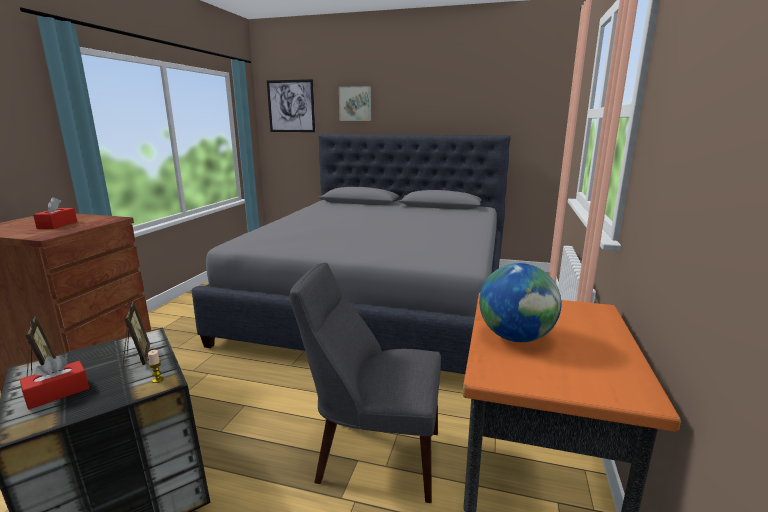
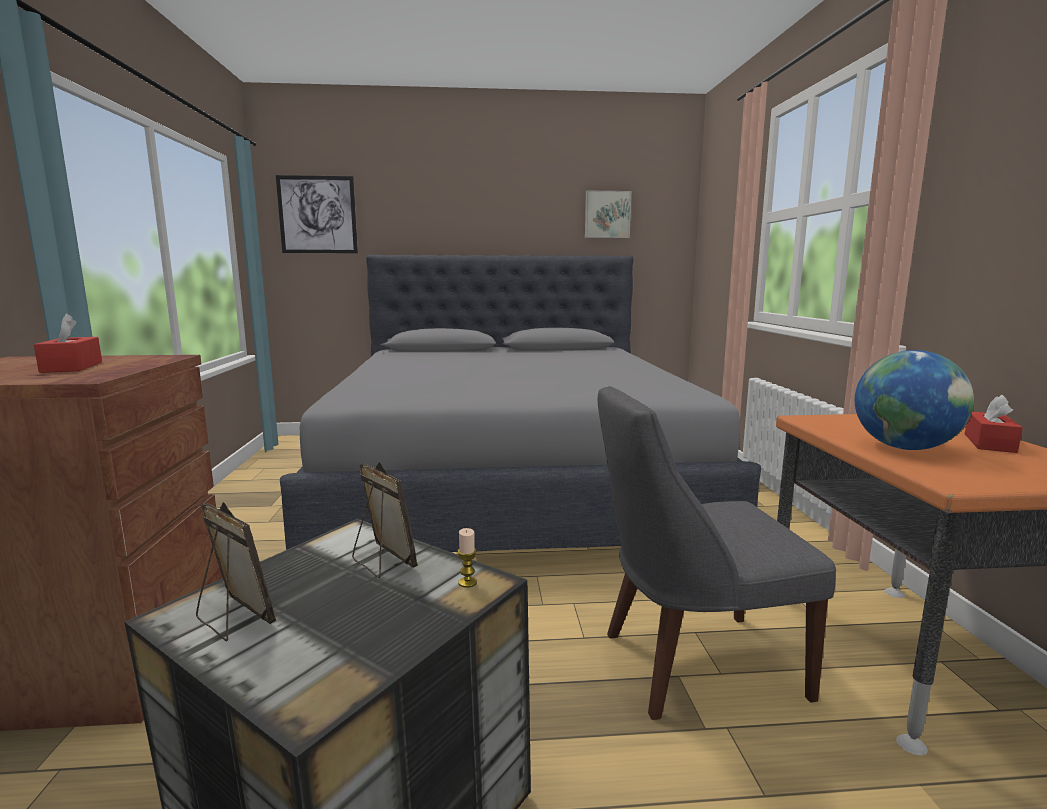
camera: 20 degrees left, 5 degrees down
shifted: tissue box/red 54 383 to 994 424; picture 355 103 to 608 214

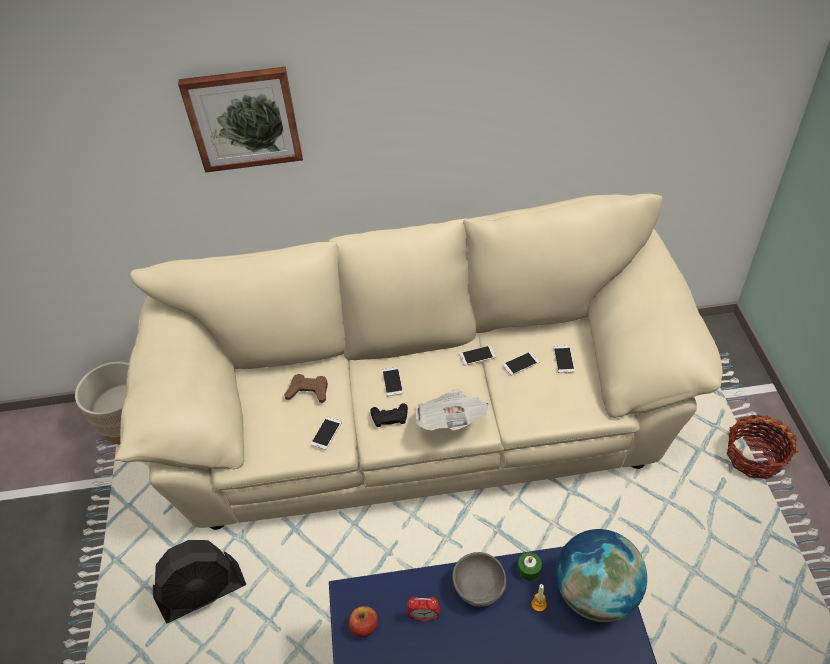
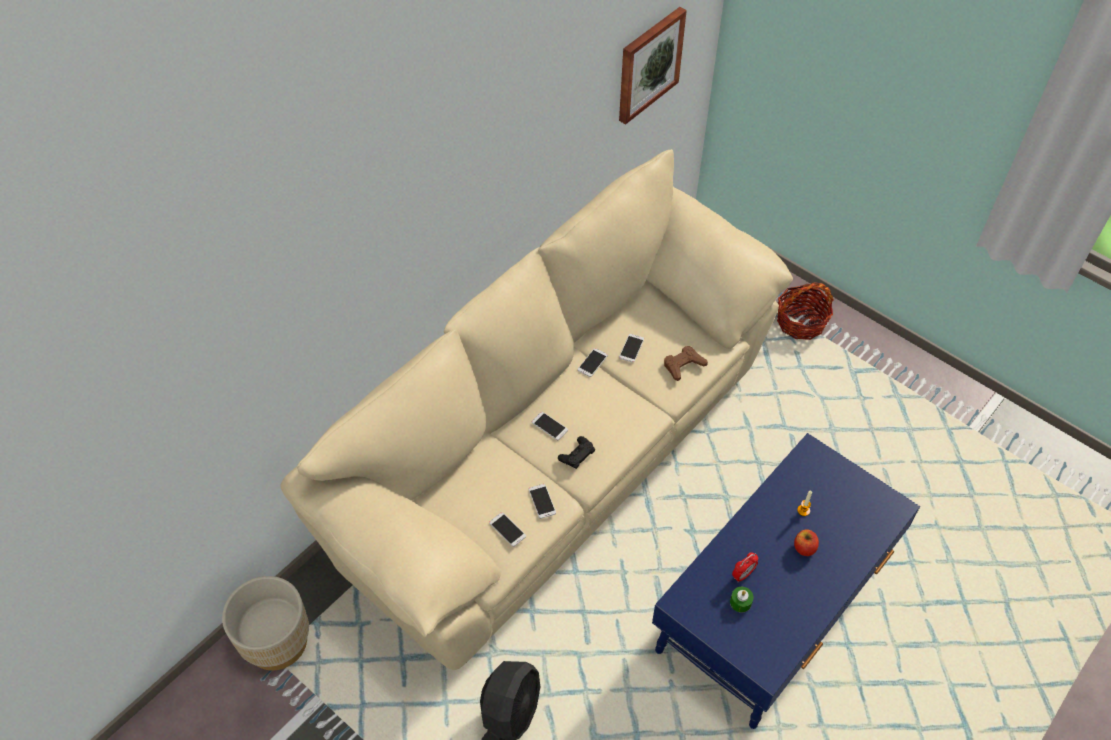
camera: 45 degrees left, 5 degrees up
gone: newspaper 452 409; bowl/grey 479 579; globe 601 575
shifted: picture 240 120 to 653 65; game controller/brown 306 388 to 686 363; apple 363 621 to 806 542; candle/green 530 566 to 742 600; phone 564 359 to 507 529

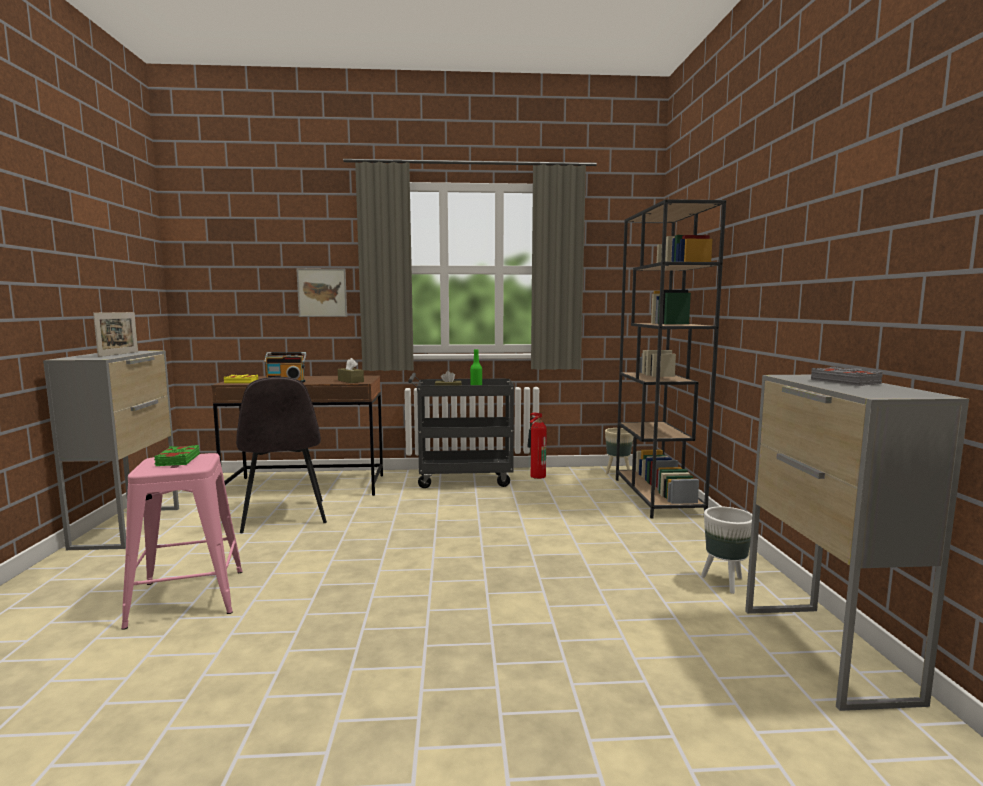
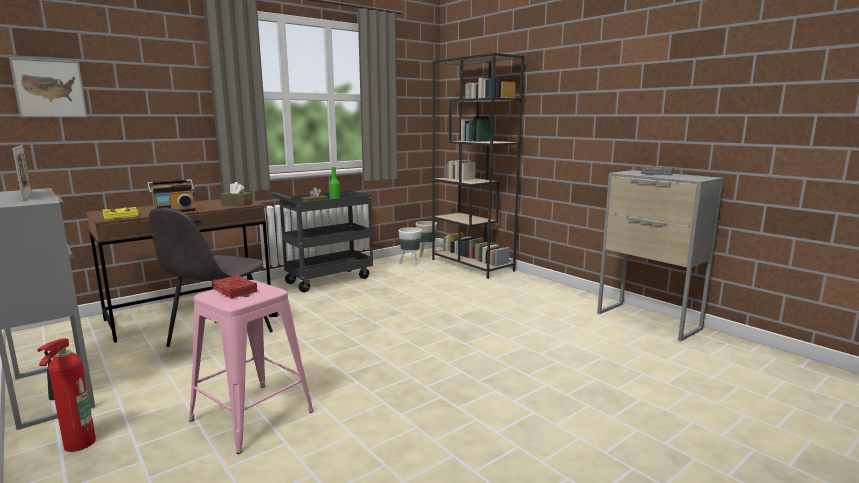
camera: 35 degrees left, 5 degrees up
shifted: picture 321 293 to 48 87; fire extinguisher 537 446 to 66 395; planter/white 726 550 to 410 247
repainted: book/green 177 455 to book/red 235 286
rotated: chair/grey 281 455 = 211 277 75 degrees clockwise

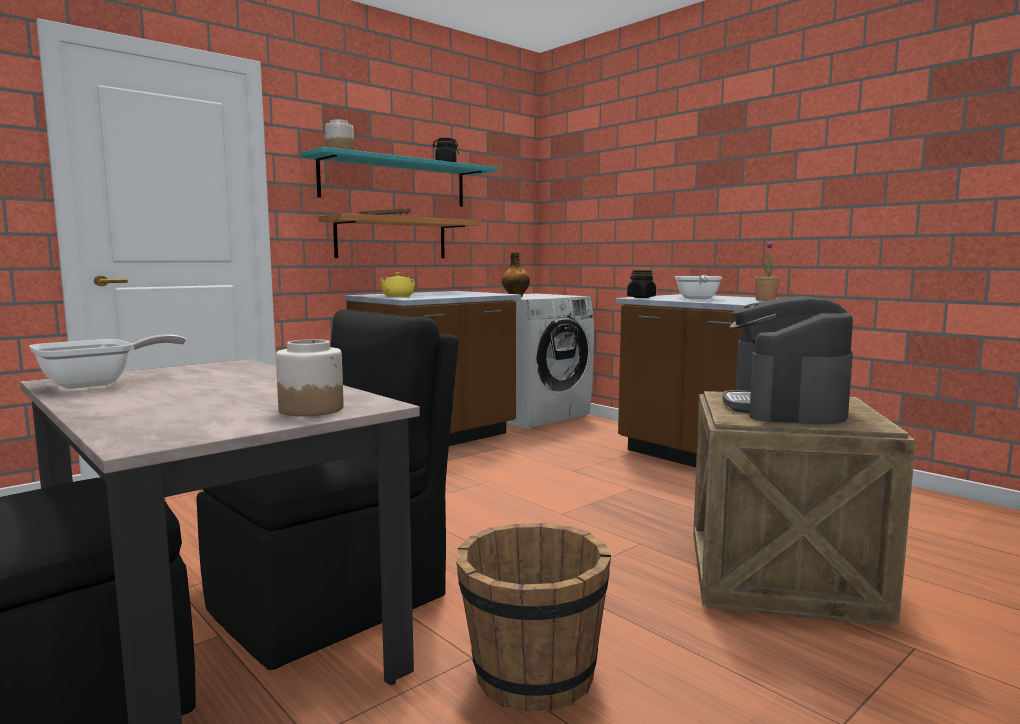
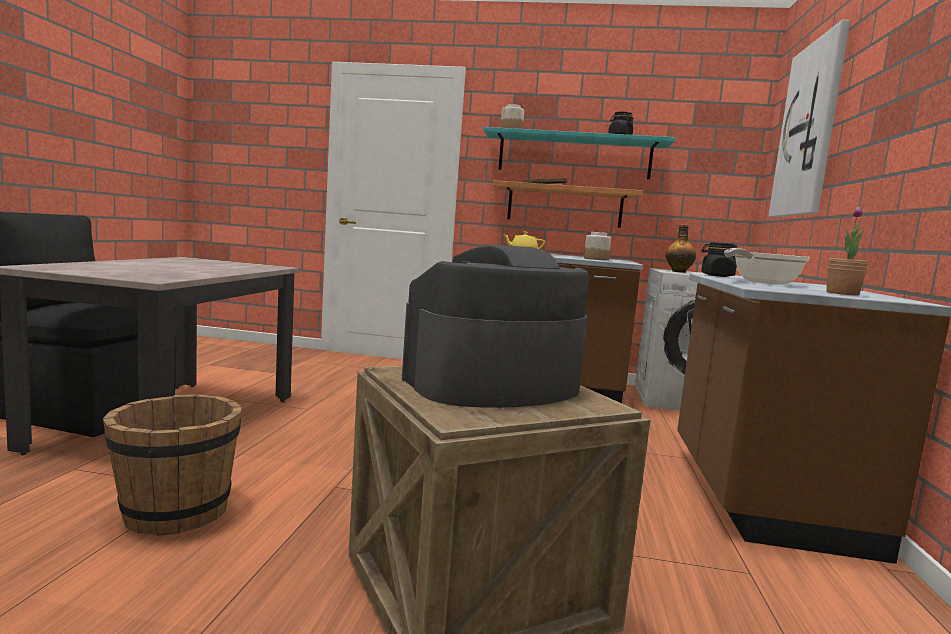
camera: 50 degrees right, 0 degrees up
gone: frying pan 107 361; chair/black 327 489
new: picture 809 118
shifted: jar 310 377 to 597 246

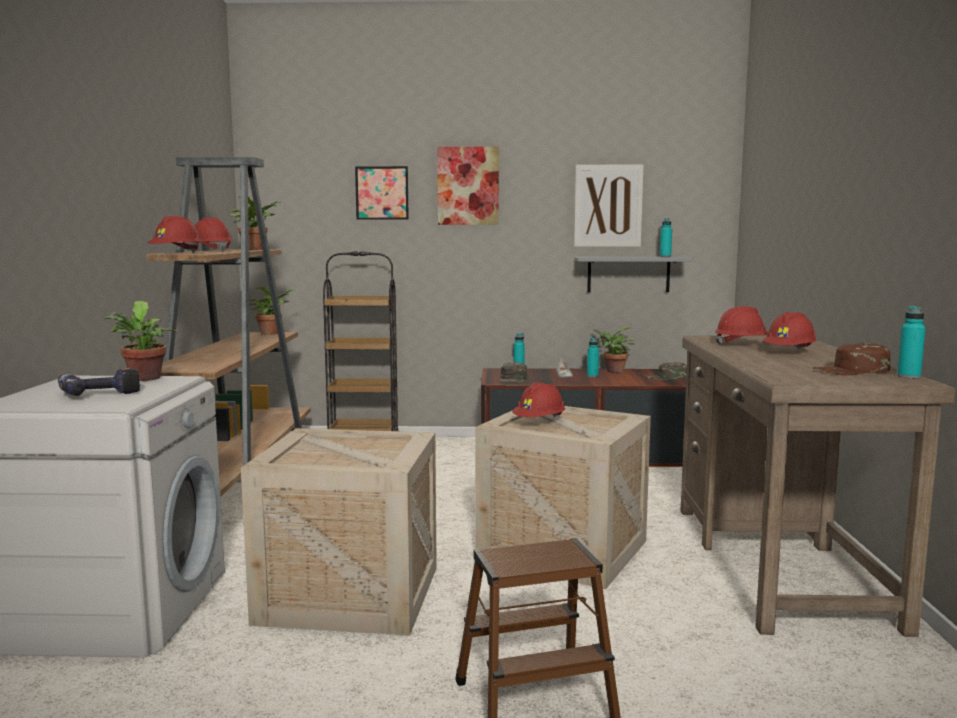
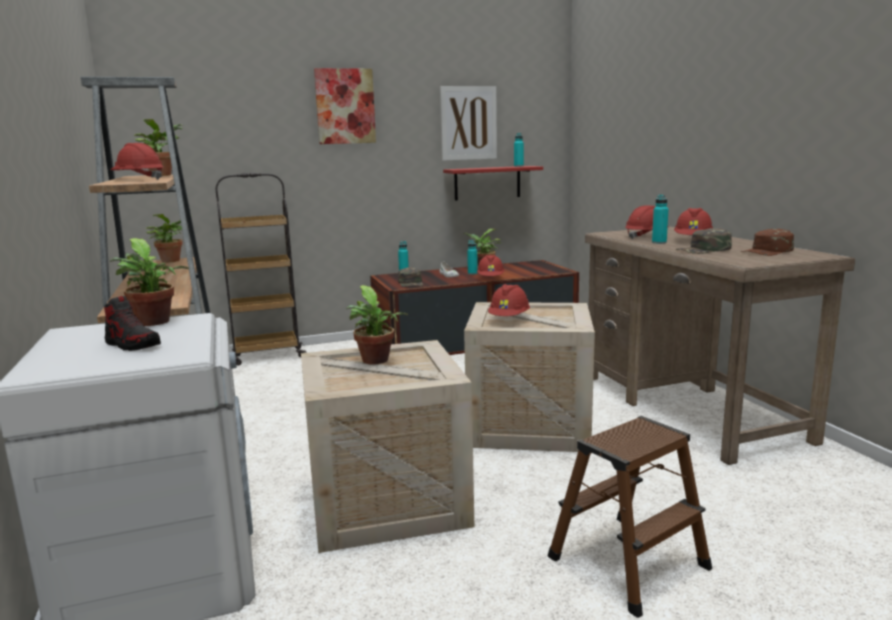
camera: 20 degrees left, 5 degrees up
gone: picture 382 193
new: potted plant 377 325
shifted: hard hat/red 174 234 to 490 265; cap/green 666 371 to 703 241; bottle/turquoise 911 342 to 660 219
swapped: power drill 99 382 to shoe 132 323
repainted: shelf/grey 633 274 to shelf/red 493 183

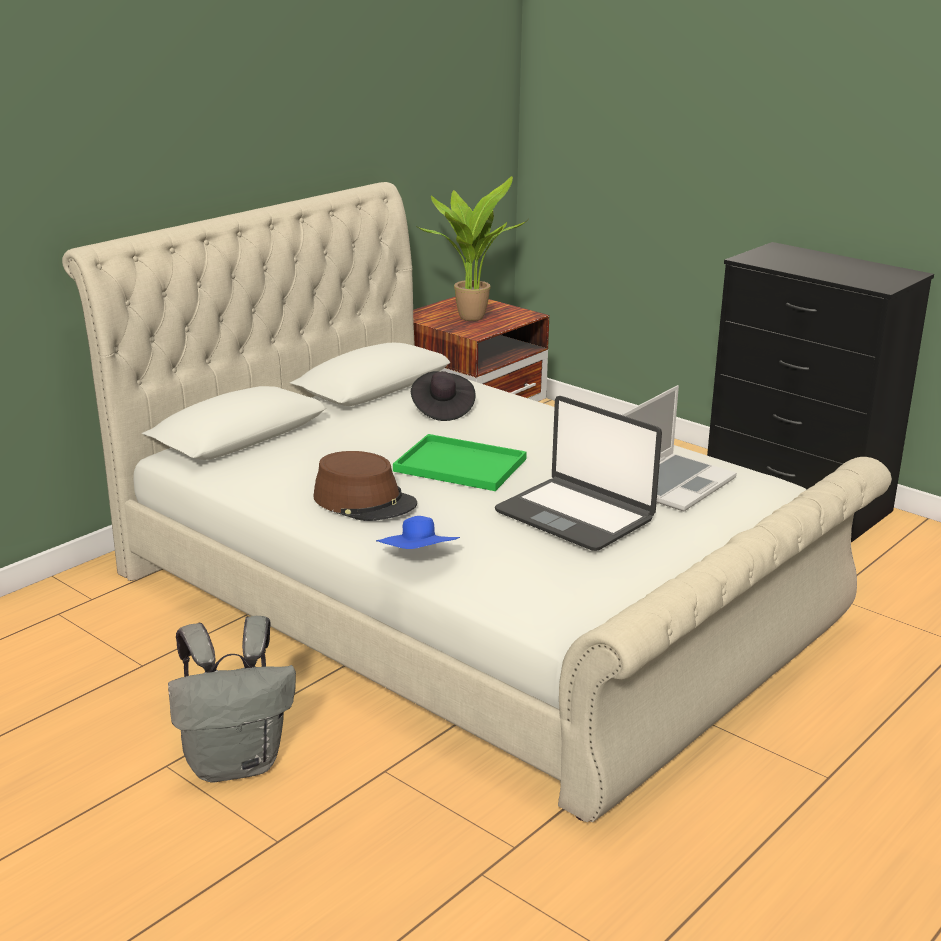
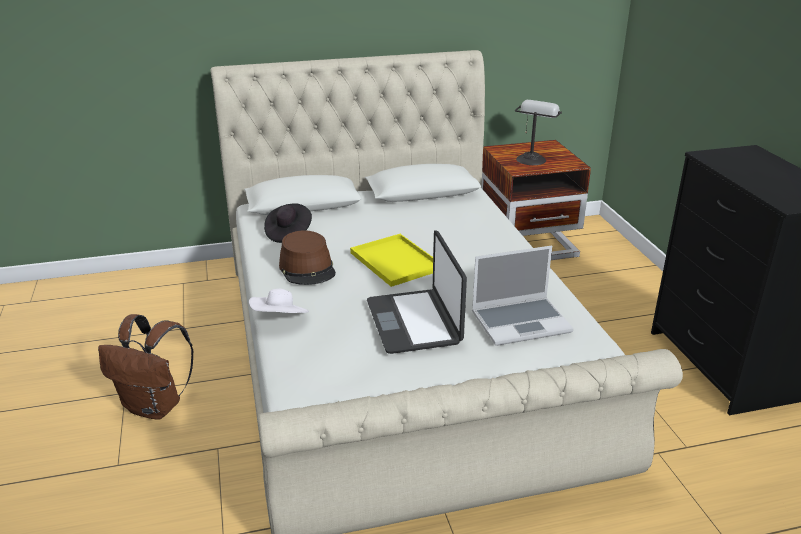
camera: 35 degrees right, 5 degrees up
shifted: hat/black 443 396 to 288 223
swapped: potted plant 470 248 to table lamp 538 132
repainted: backpack/grey 232 699 to backpack/brown 146 367; hat/blue 418 532 to hat/white 279 301; tray/green 460 462 to tray/yellow 391 260

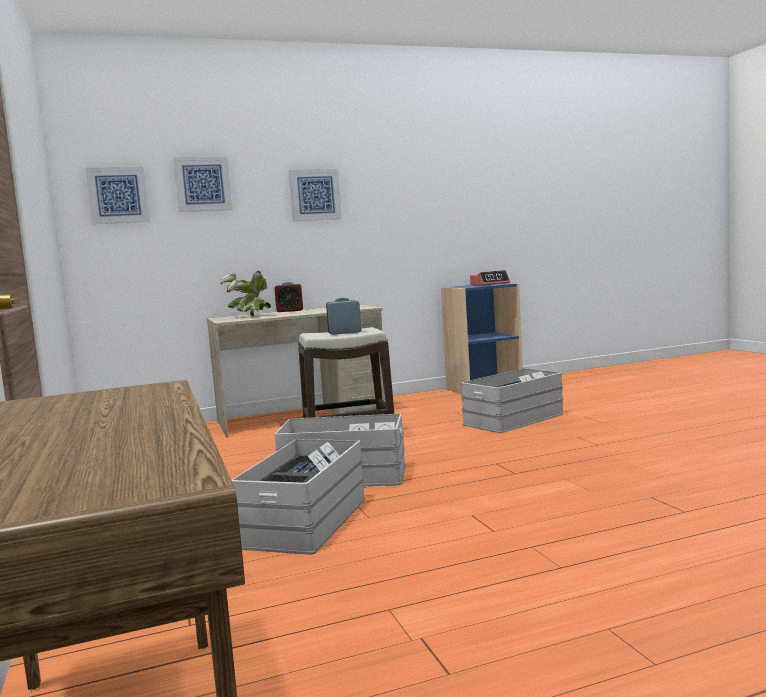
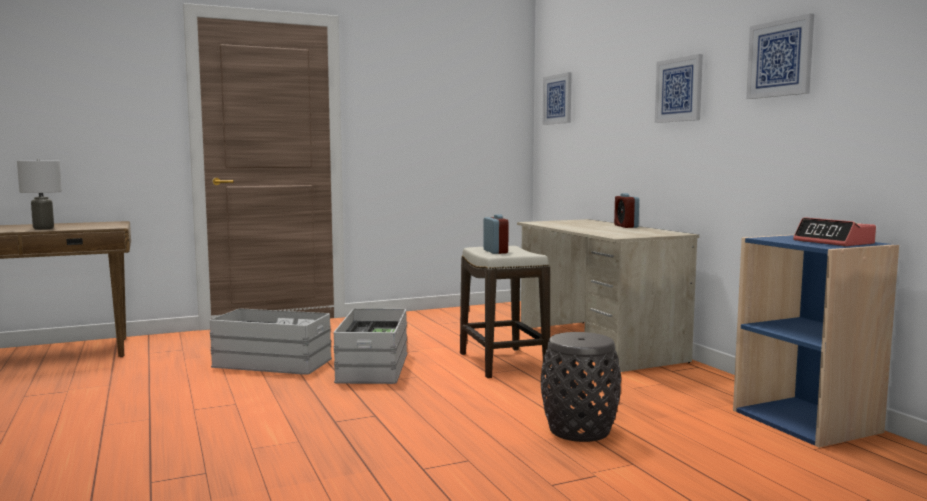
camera: 85 degrees right, 0 degrees up
gone: potted plant 246 294
new: table lamp/white 39 194
shifted: picture 202 184 to 780 56
swapped: storage box/grey 512 400 to stool/grey 581 387

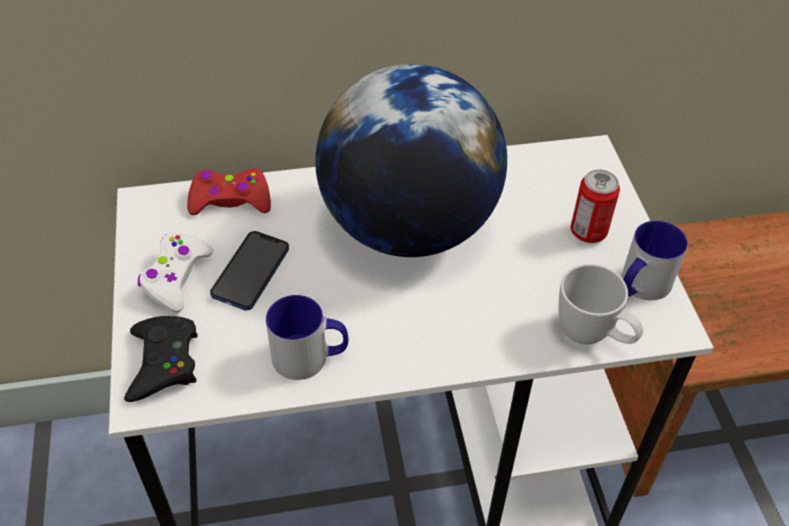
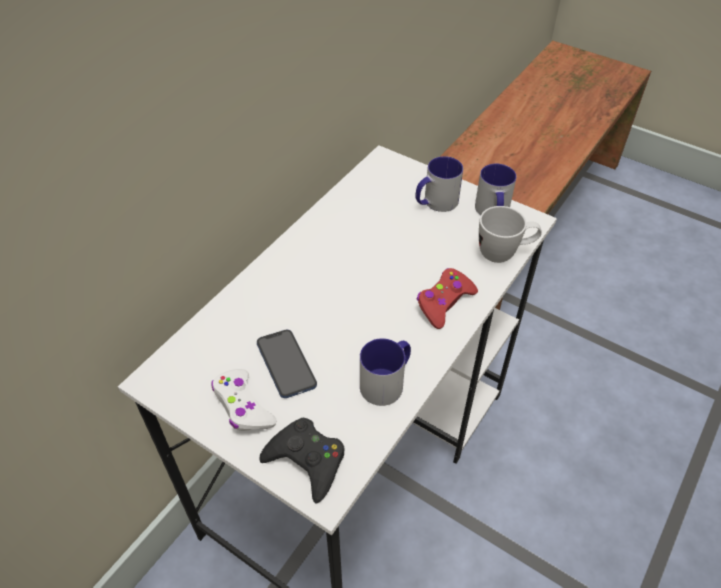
camera: 45 degrees left, 0 degrees up
gone: globe 411 160
shifted: game controller/red 229 191 to 447 298
swapped: can 595 206 to mug 439 184

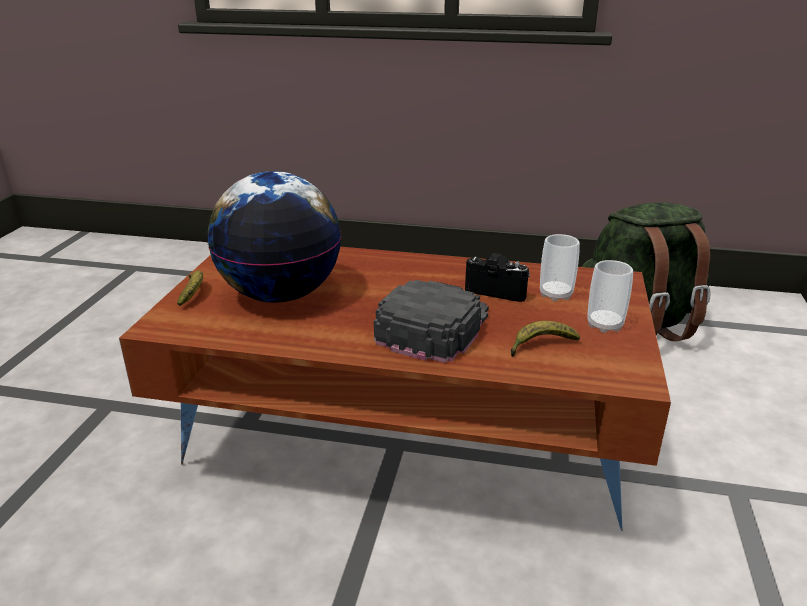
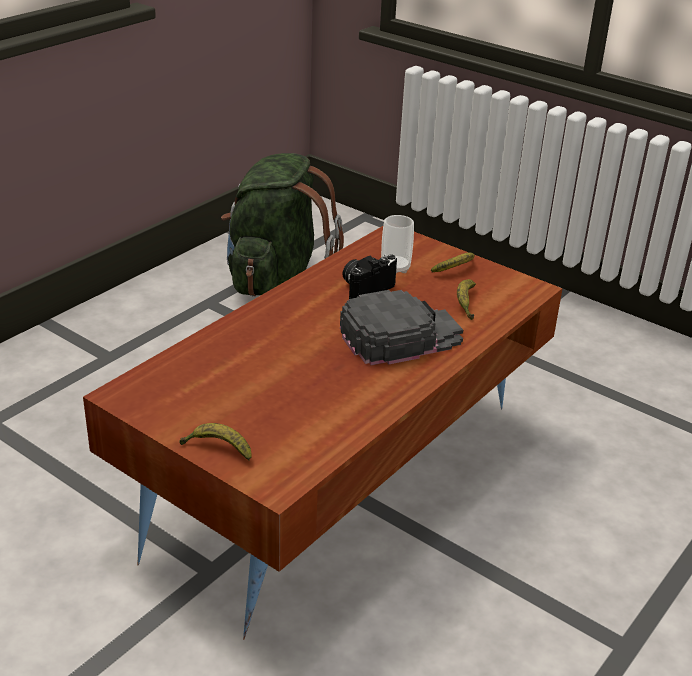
camera: 65 degrees left, 5 degrees up
gone: globe 274 237
swapped: cup 610 296 to banana 453 262
rotated: cap/black 431 321 = 401 327 105 degrees clockwise

